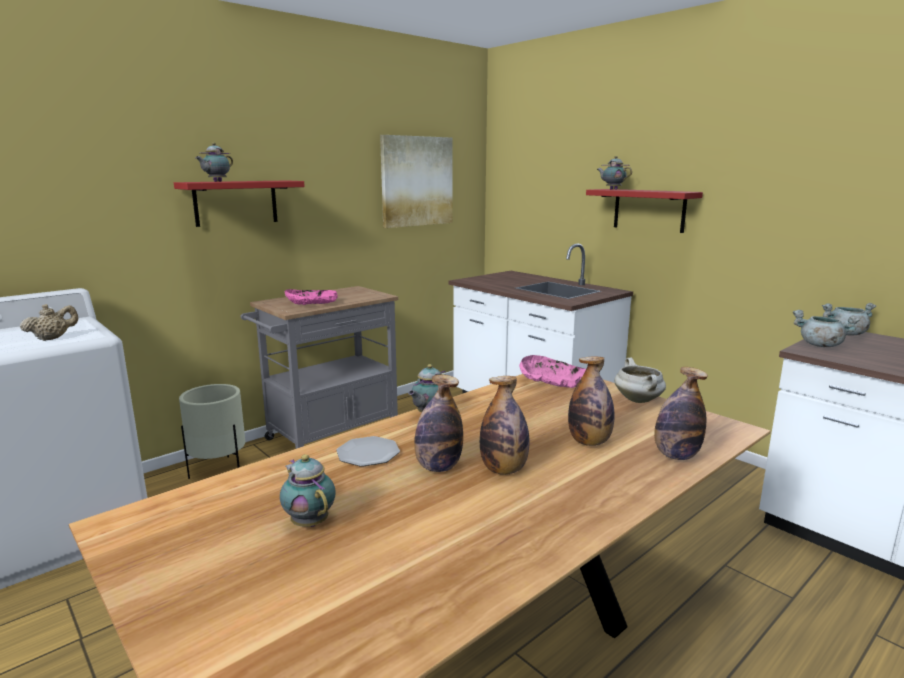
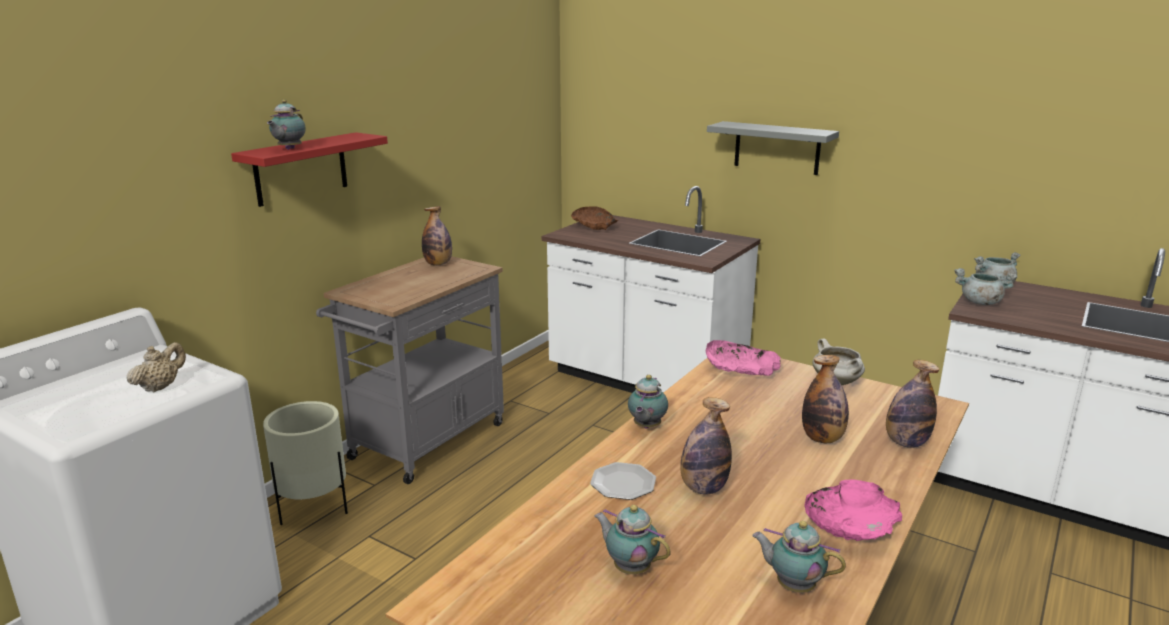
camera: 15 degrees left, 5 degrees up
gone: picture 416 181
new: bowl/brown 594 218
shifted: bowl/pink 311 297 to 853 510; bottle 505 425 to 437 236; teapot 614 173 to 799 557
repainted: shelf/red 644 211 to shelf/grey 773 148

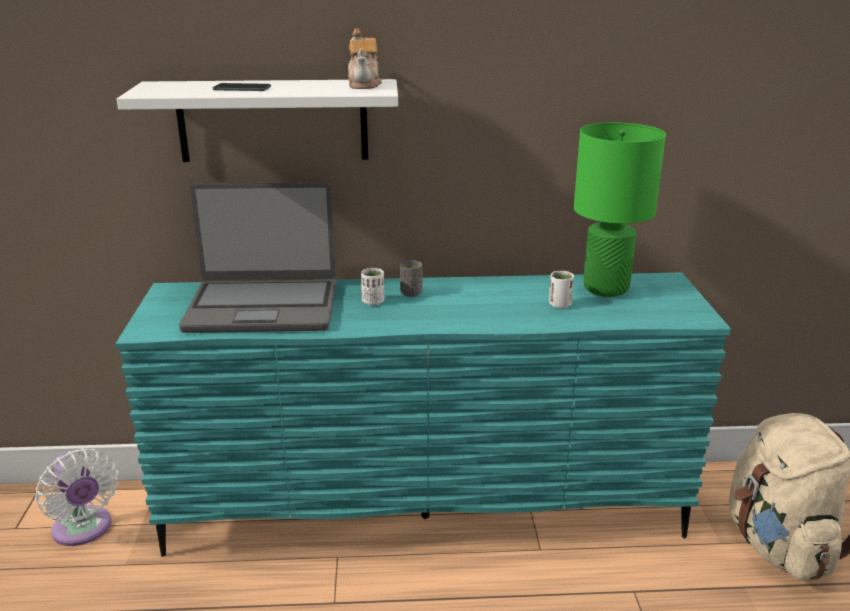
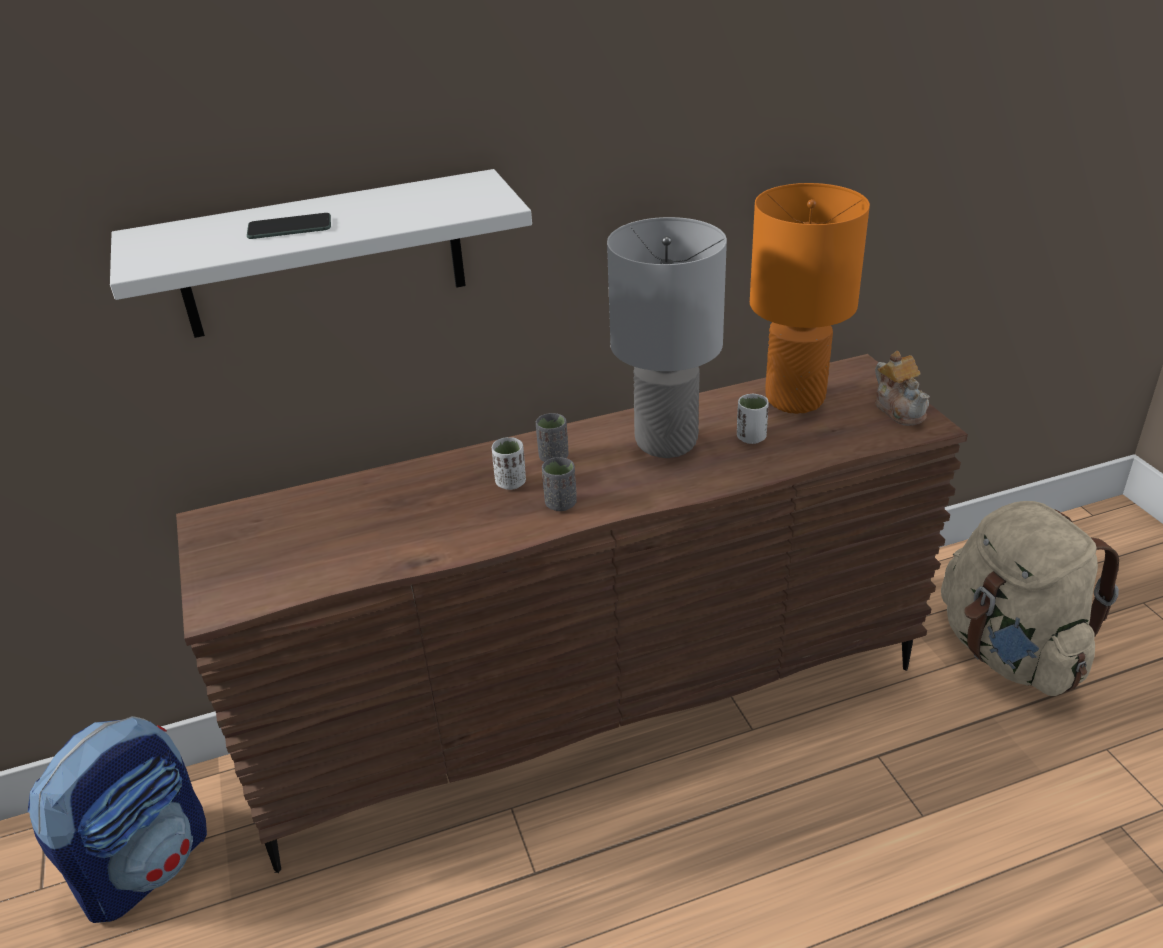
camera: 15 degrees left, 10 degrees up
gone: laptop 257 257
new: cup/grey 559 484; table lamp/grey 667 337
shifted: teapot 365 58 to 902 388
swapped: fan/white 77 497 to backpack 117 819
repainted: dresser/turquoise 423 414 to dresser/brown 572 613; table lamp/green 620 210 to table lamp/orange 810 298

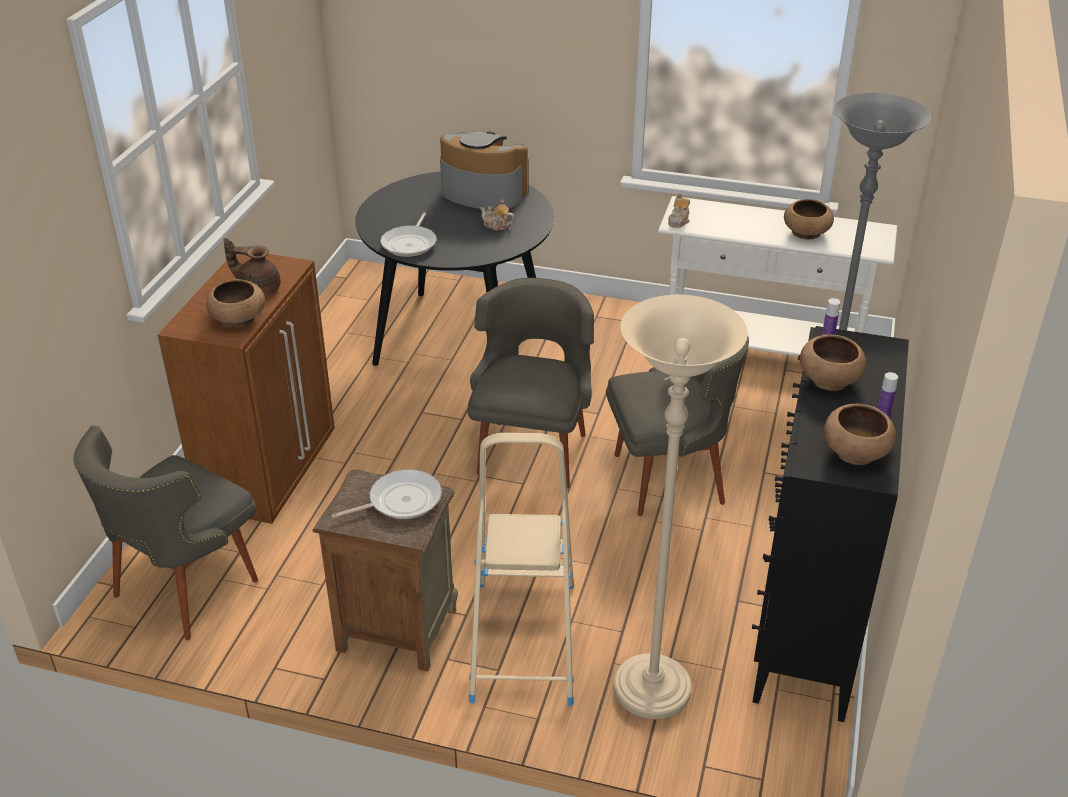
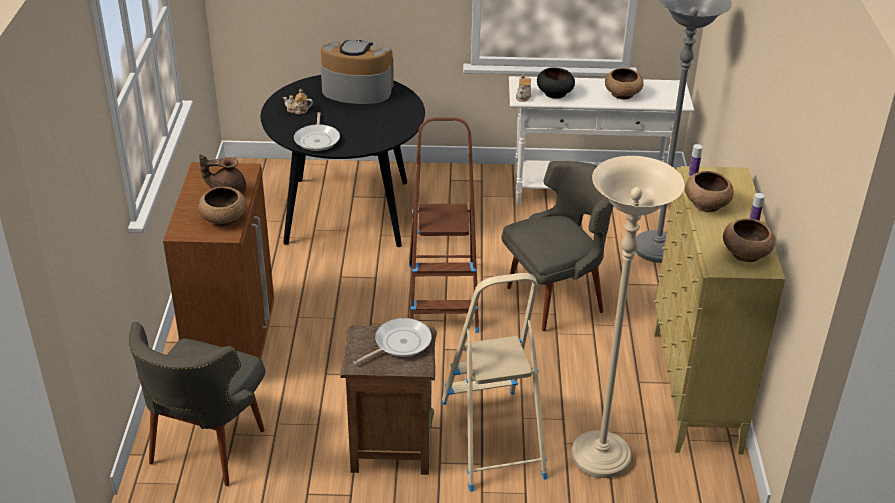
camera: 15 degrees left, 0 degrees up
new: bowl/black 556 83
shifted: teapot 497 215 to 298 101
swapped: chair/grey 531 383 to step ladder/brown 444 225
repainted: dresser/black 830 524 to dresser/beige 719 310

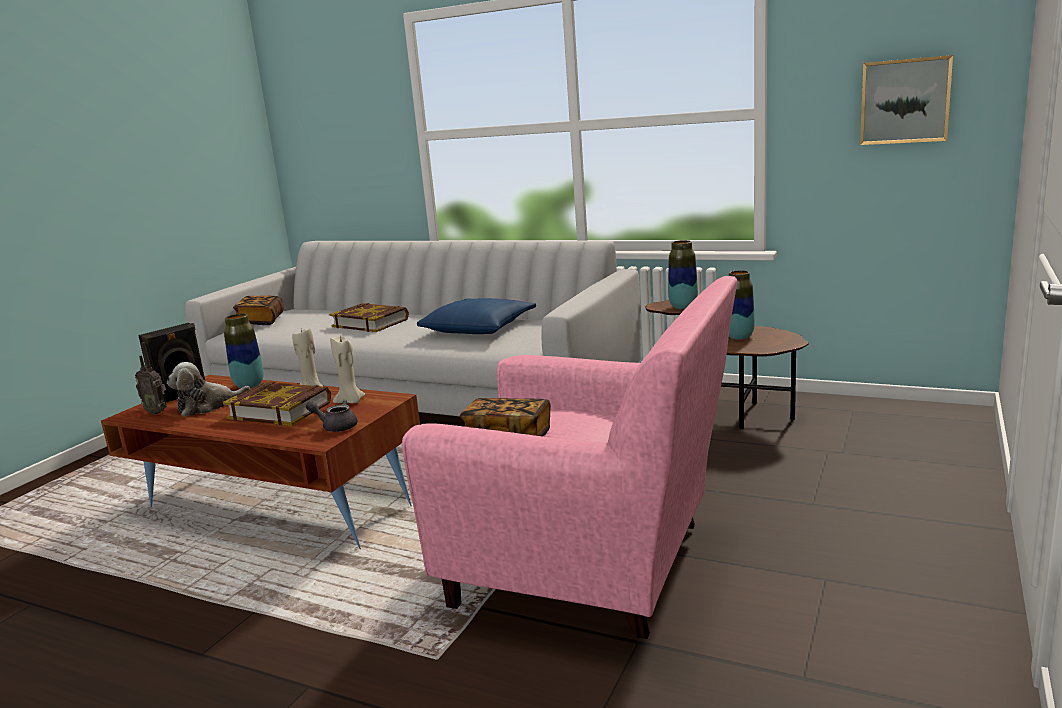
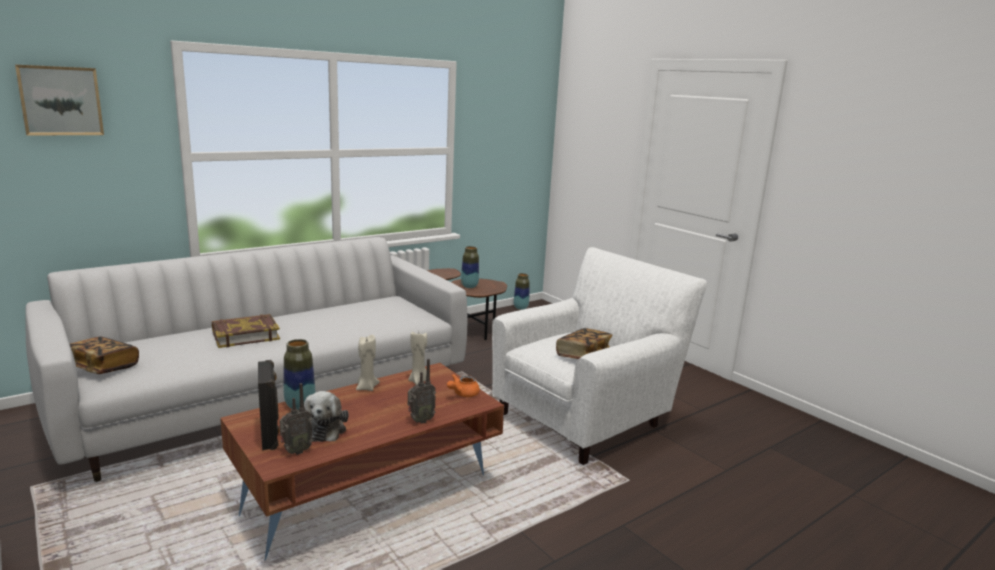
camera: 65 degrees left, 0 degrees up
gone: book 277 404; pillow/blue 476 316
new: radio 422 391
shifted: vase 683 274 to 522 291; picture 906 100 to 59 100
repainted: teapot/grey 331 416 to teapot/orange 463 385; armchair/pink 569 457 to armchair/white 599 356

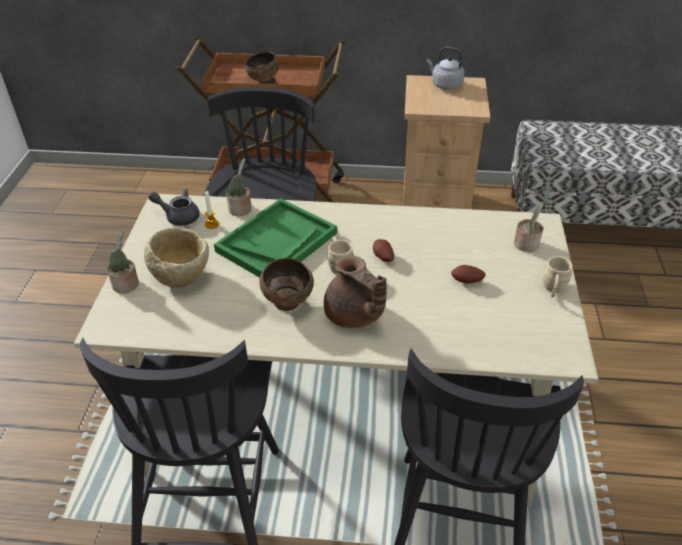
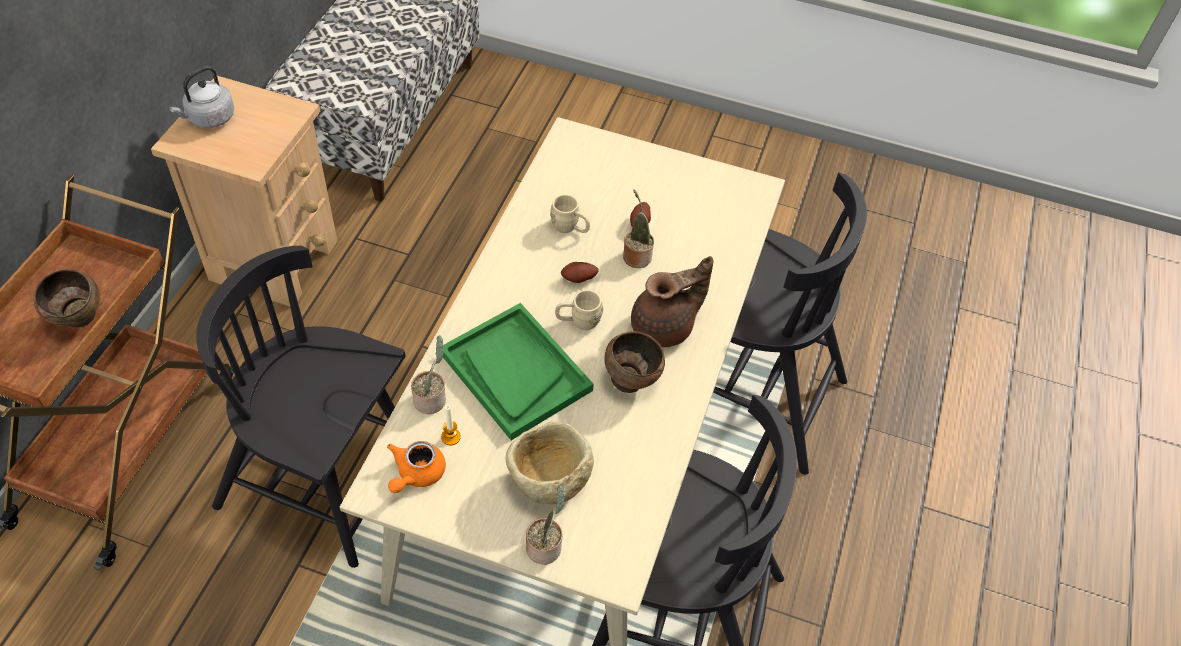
camera: 80 degrees left, 10 degrees up
shifted: potted plant 532 216 to 638 228; mug/beige 557 277 to 570 213
repainted: teapot/grey 173 207 to teapot/orange 416 467

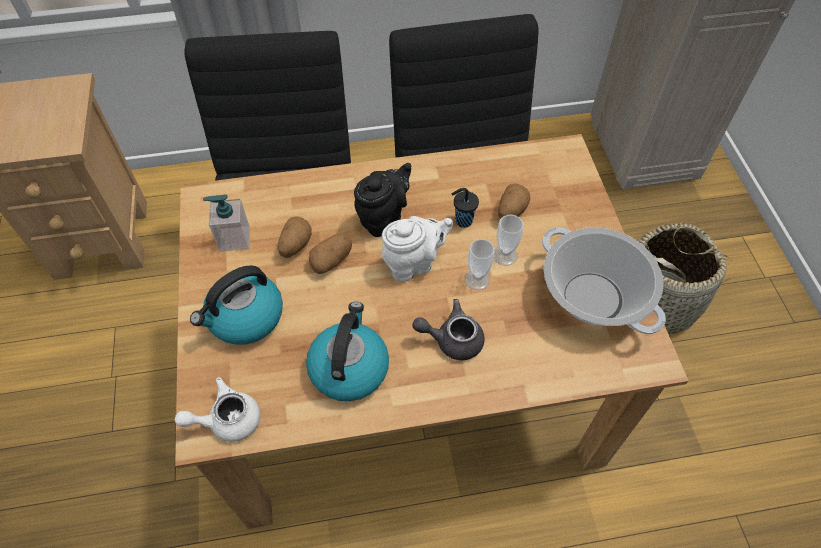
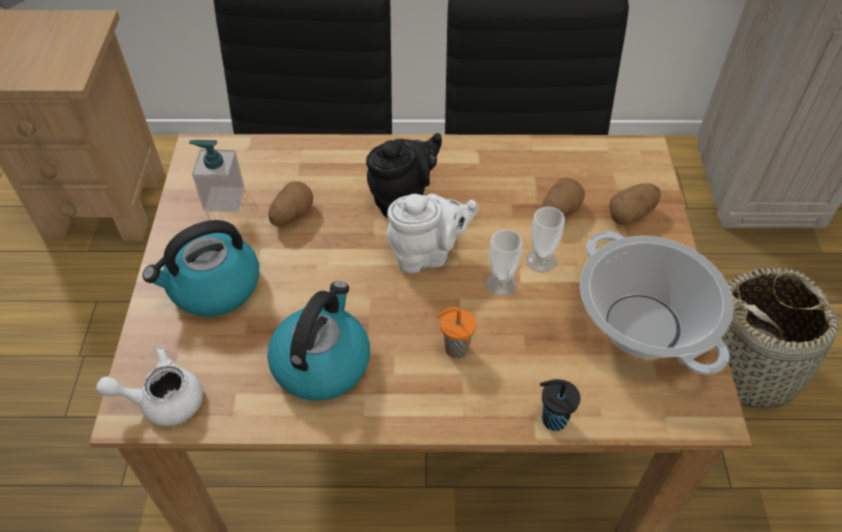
camera: 10 degrees right, 5 degrees down
shifted: potato 330 254 to 635 204; cup/black 465 208 to 560 405
swapped: teapot/grey 448 329 to cup/orange 456 332

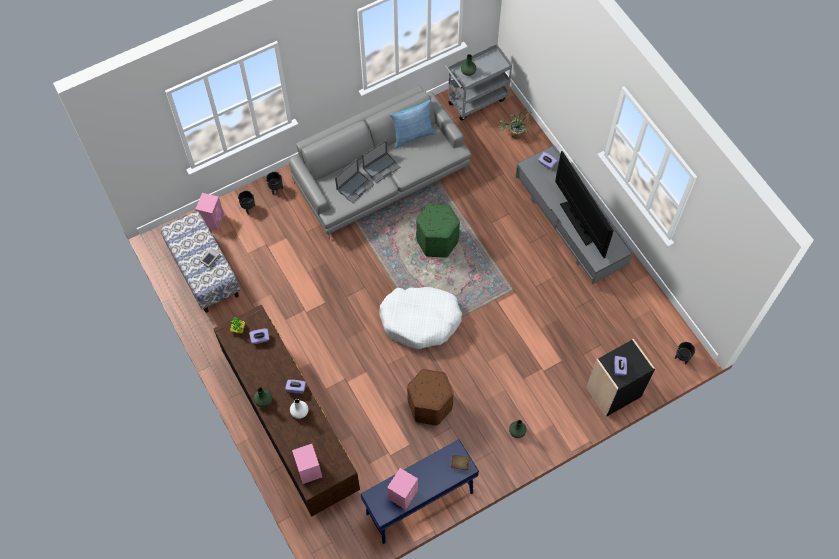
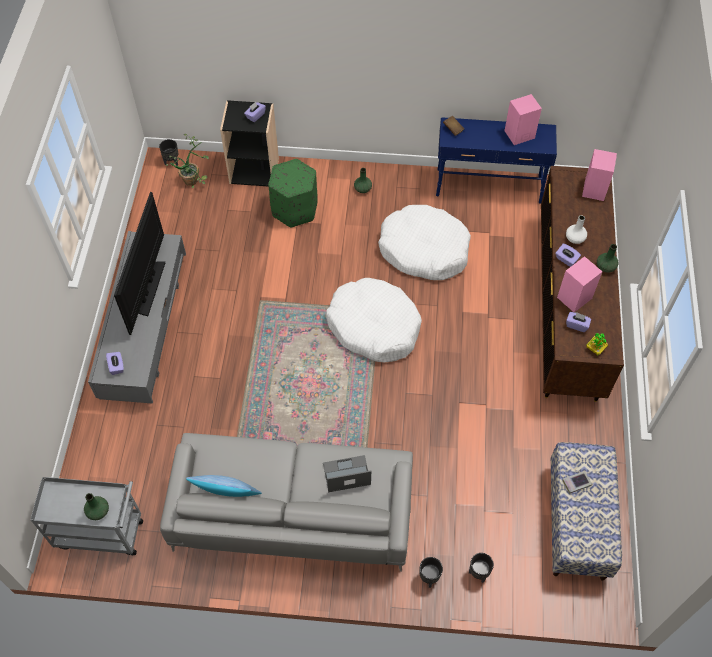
camera: 145 degrees left, 5 degrees down
gone: laptop 381 161
shifted: speaker/pink 209 211 to 579 284; ottoman/green 438 230 to 293 193; potted plant 515 124 to 187 161
swapped: ottoman/brown 430 397 to dog bed/white 424 242

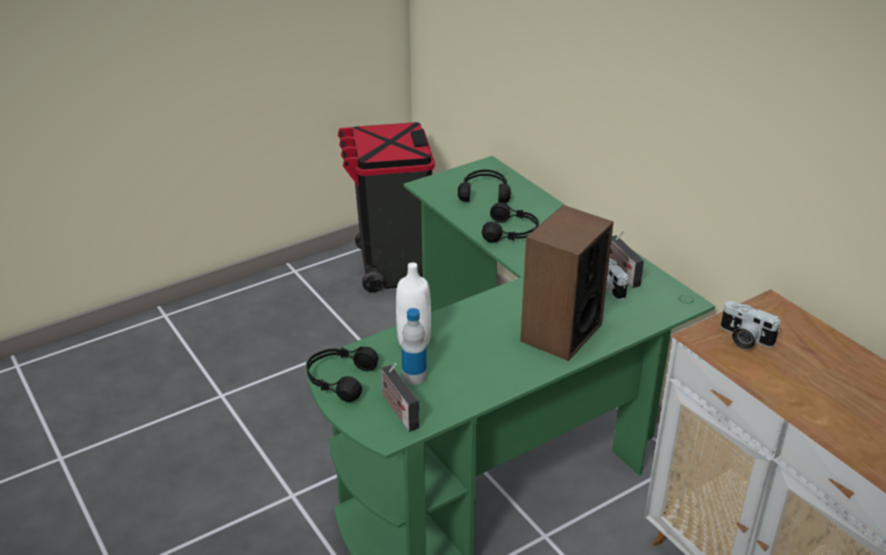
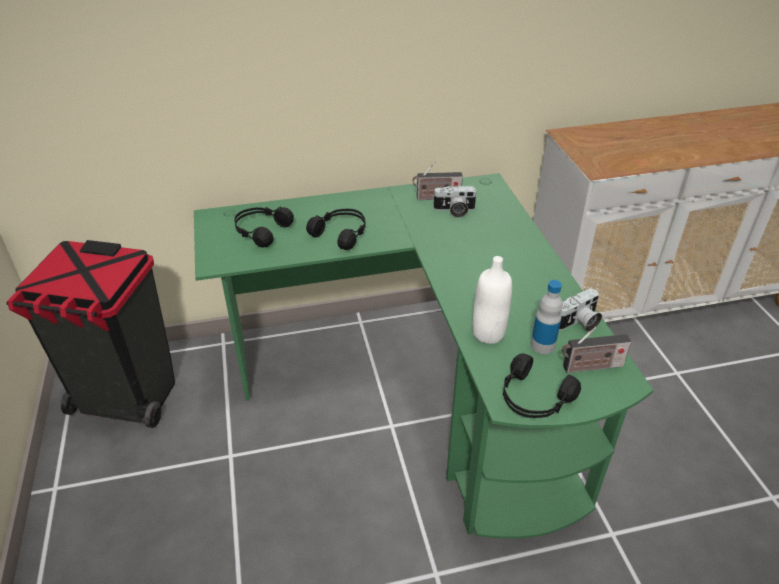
camera: 70 degrees left, 5 degrees up
gone: speaker 567 283
shifted: photo camera 750 325 to 580 309

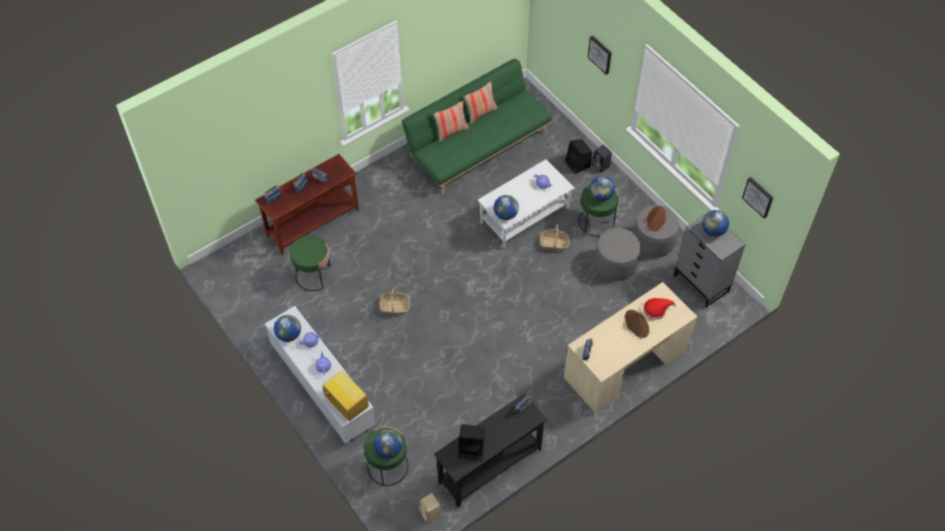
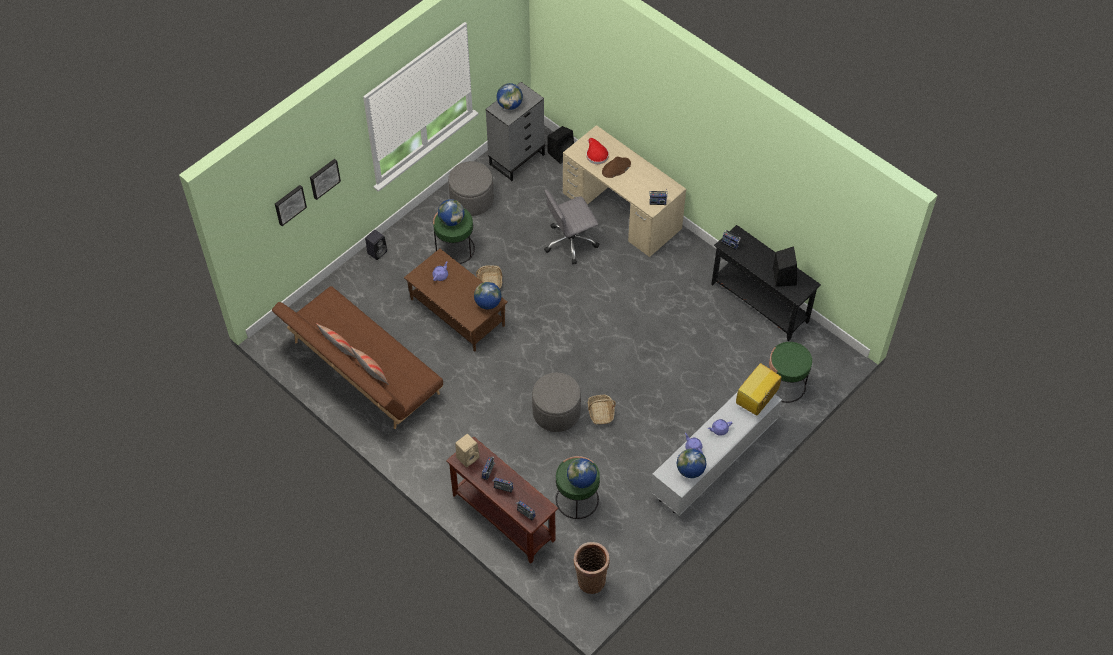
camera: 100 degrees left, 0 degrees up
gone: hat/brown 656 218
new: office chair/grey 571 227; basket 592 568
shifted: globe 388 444 to 582 473; speaker/beige 430 508 to 467 450; speaker/black 578 156 to 560 145; ottoman/grey 618 254 to 556 402; picture 757 197 to 291 205
repainted: sofa/green 477 126 to sofa/brown 357 357; coffee table/white 526 203 to coffee table/brown 456 300

